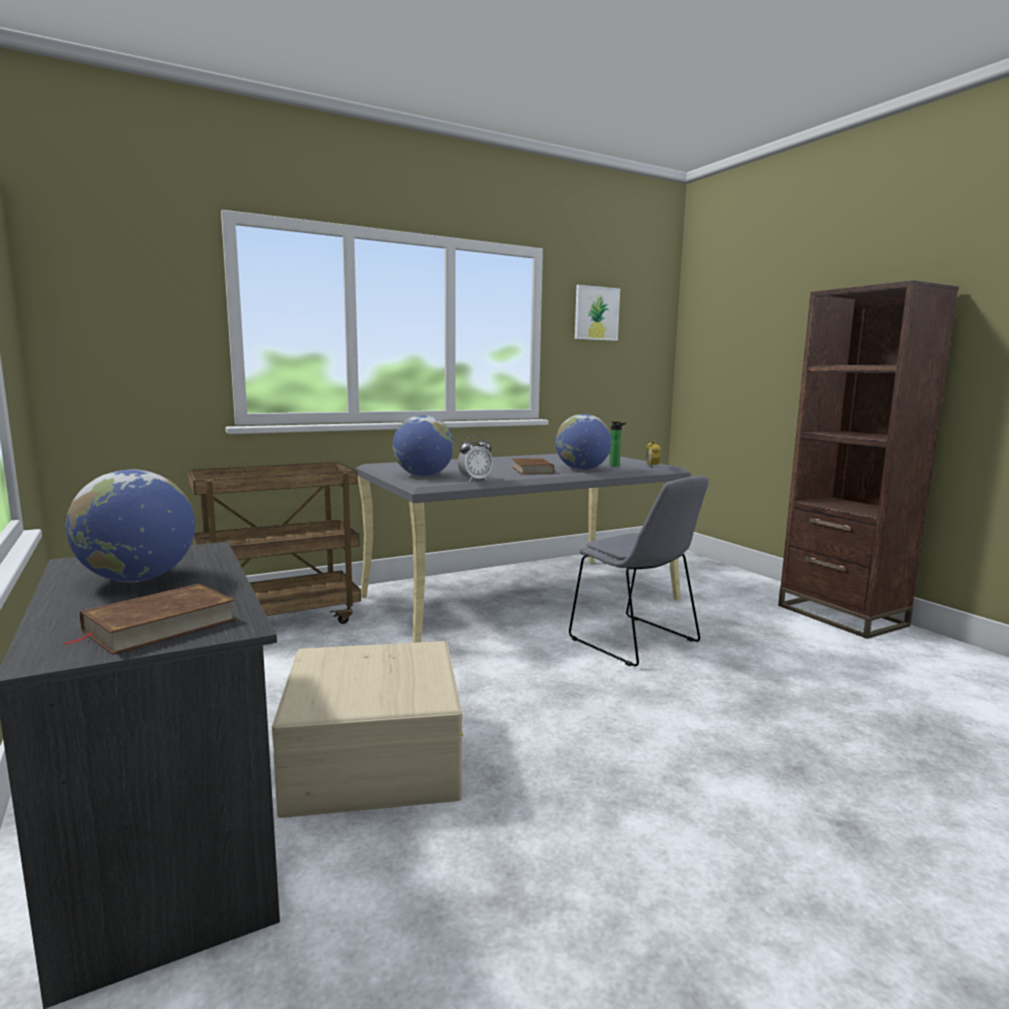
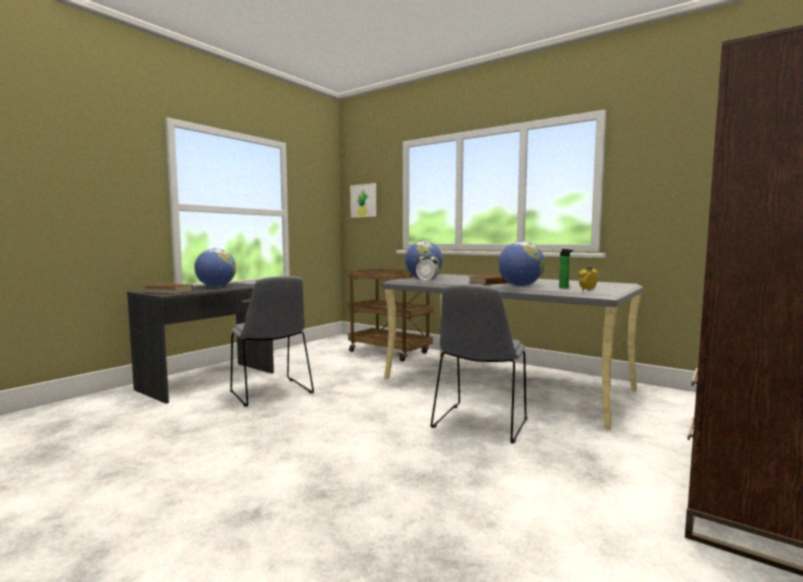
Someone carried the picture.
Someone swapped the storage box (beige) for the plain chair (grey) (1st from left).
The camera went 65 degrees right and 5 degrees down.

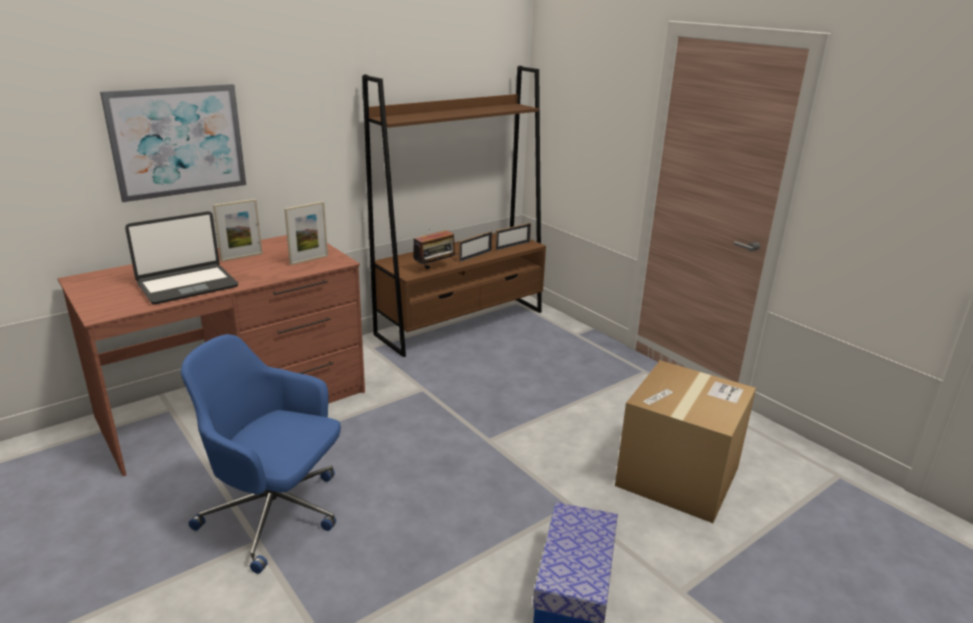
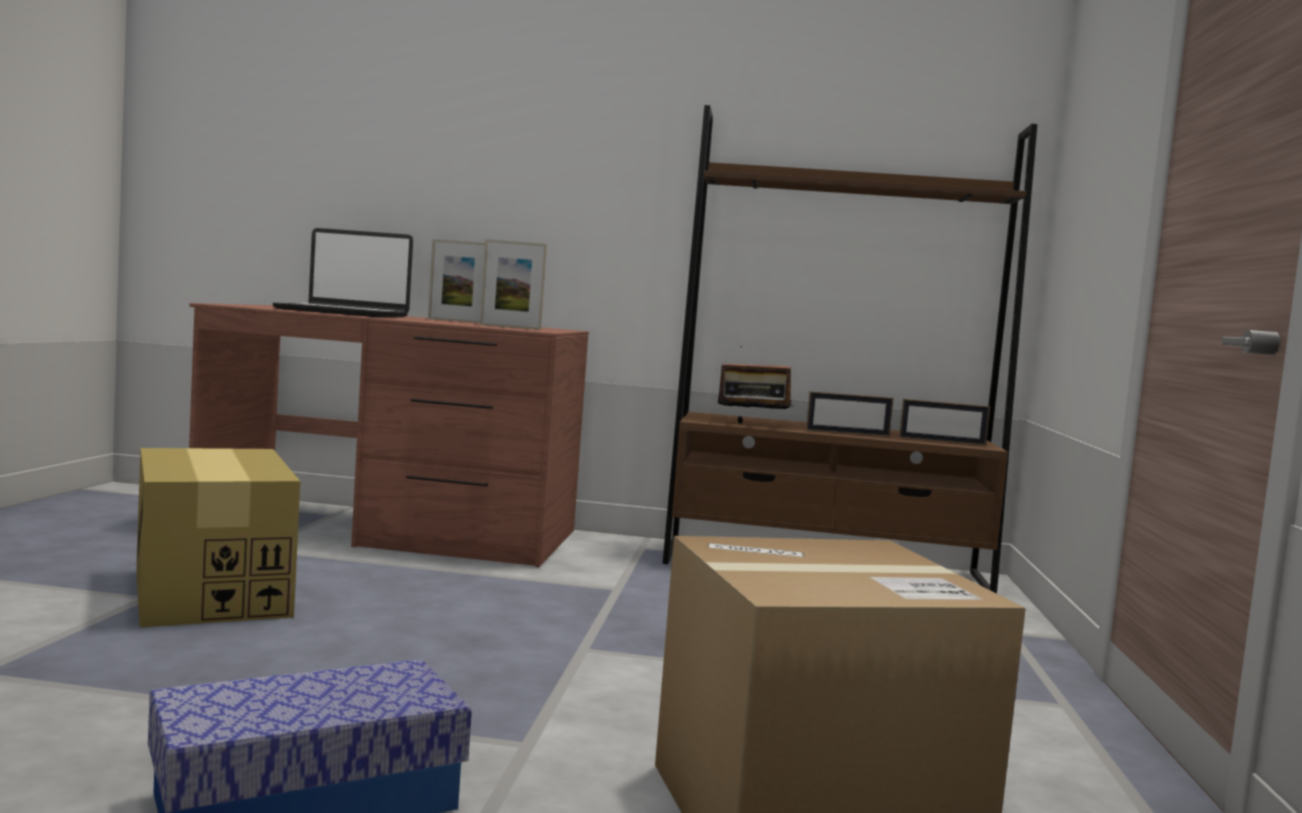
Someone took away the picture.
Someone swapped the computer chair (blue-coloured) for the packing box (1st from left).
The camera went 45 degrees right and 20 degrees down.

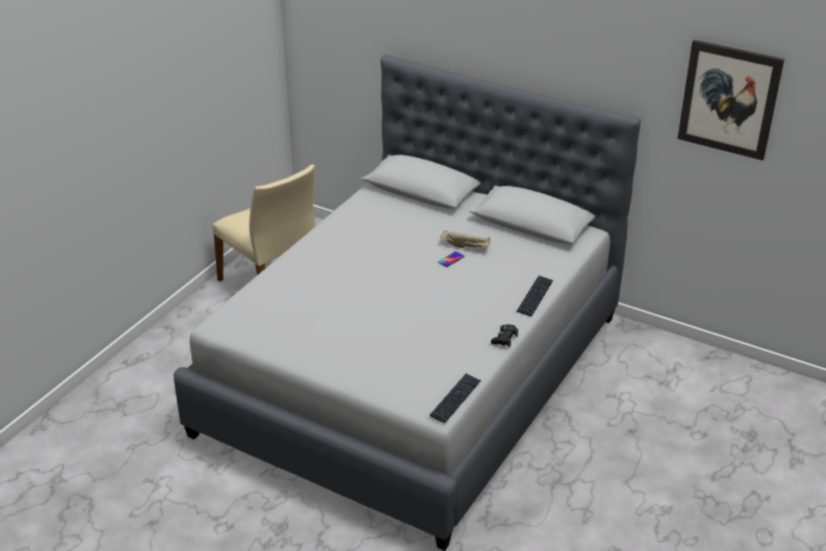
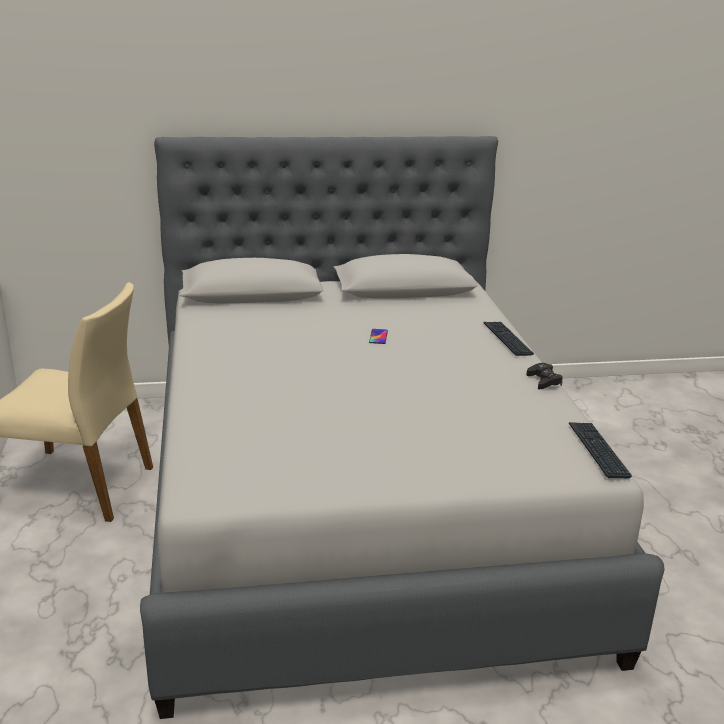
Someone took away the picture.
Someone took away the serving tray (beige).
The camera went 40 degrees left and 10 degrees down.

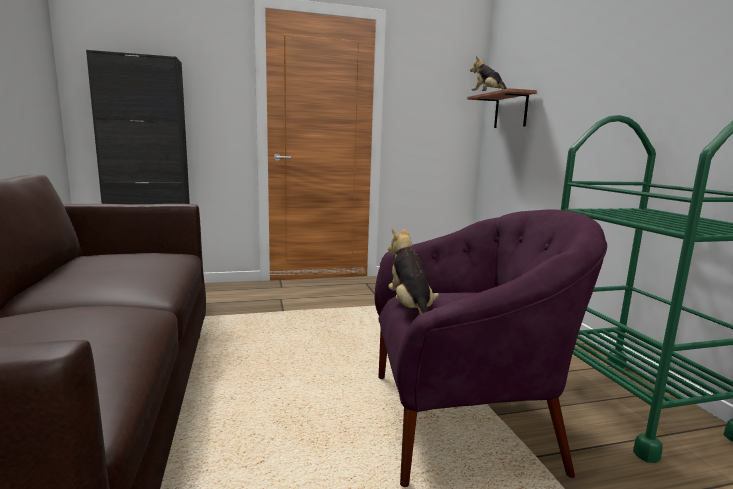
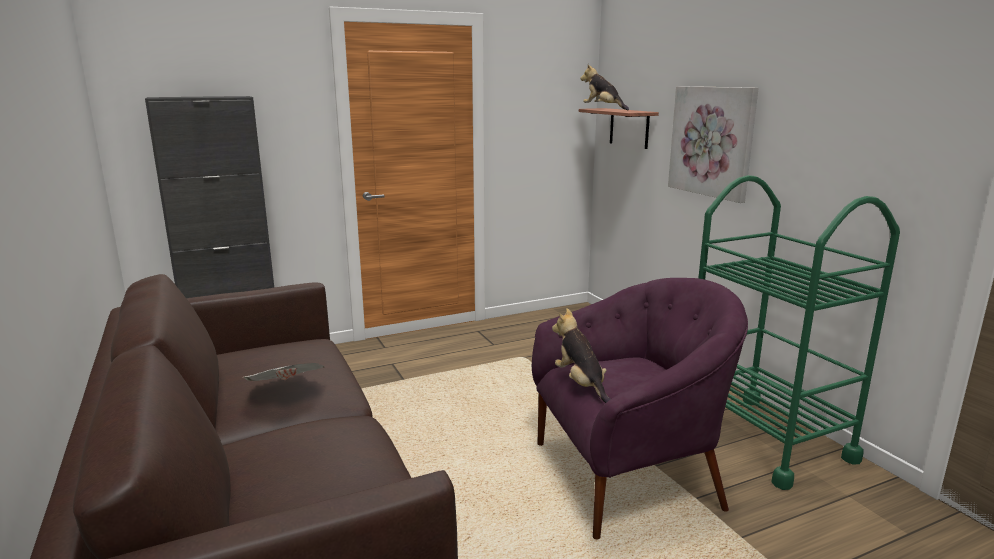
Someone put up the picture.
Someone put down the printed paper.
The camera went 10 degrees left and 5 degrees up.

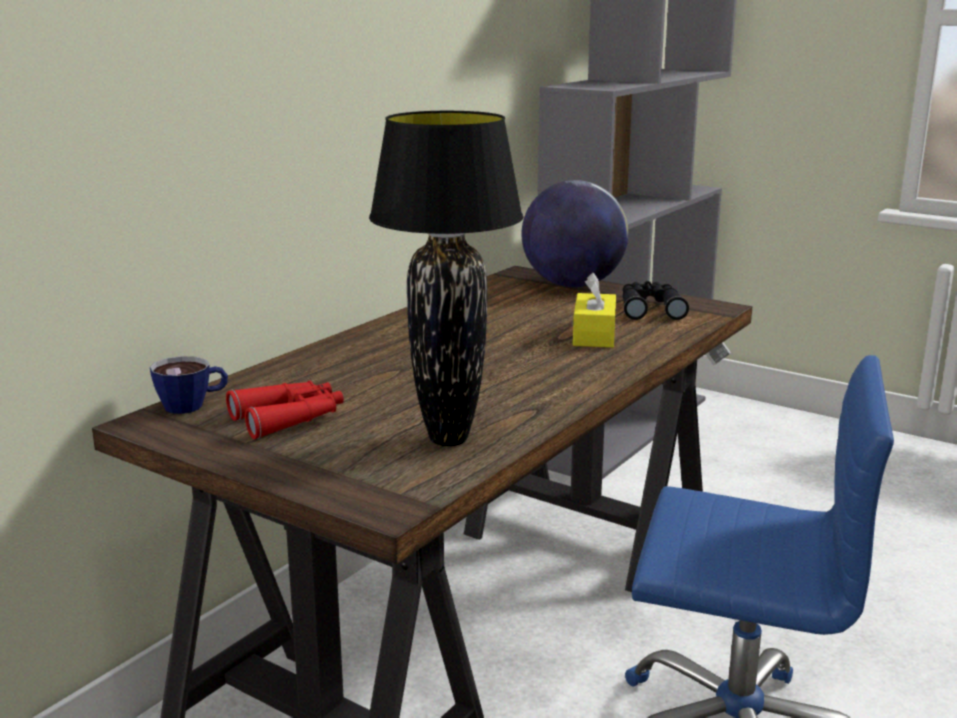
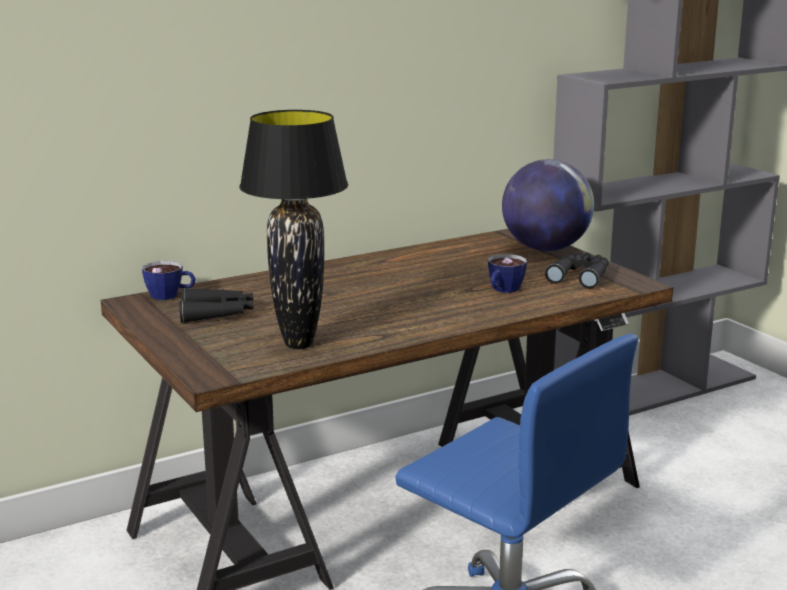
Someone swapped the tissue box (yellow) for the cup (2nd from left).
Someone repainted the field glasses (red-coloured), which became the field glasses (black) (1st from left).
The camera went 25 degrees right and 0 degrees up.

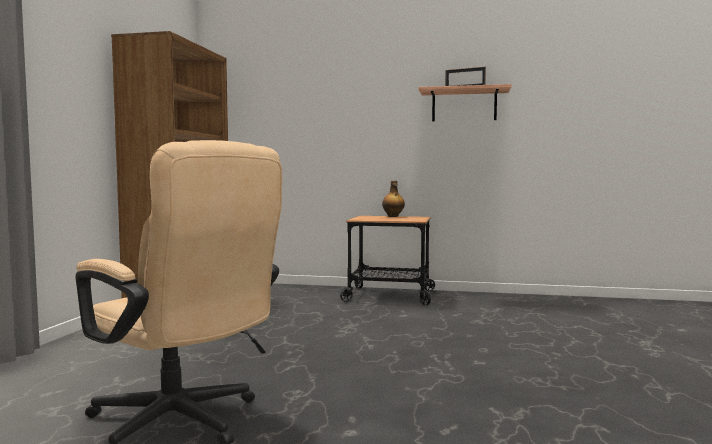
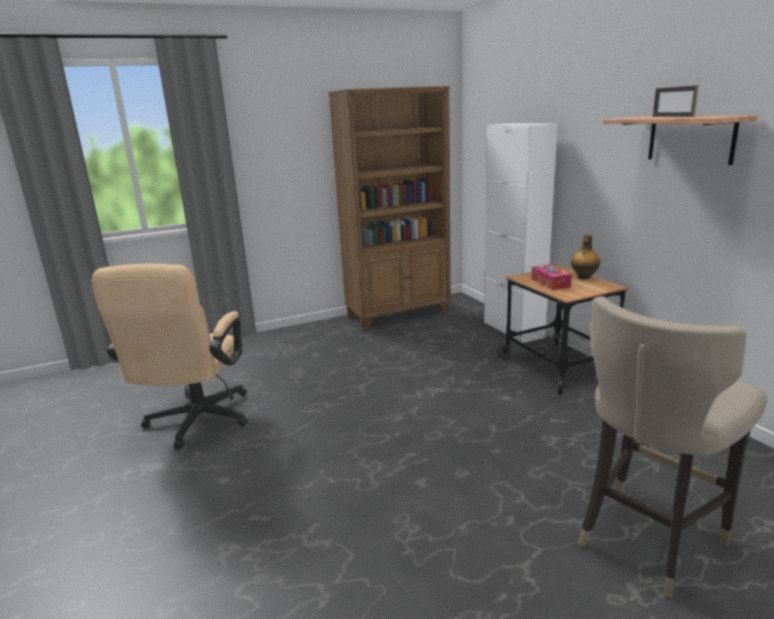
Someone put down the cupboard (white).
Someone put down the tissue box.
Someone put down the stool (beige).
The camera went 55 degrees right and 15 degrees up.

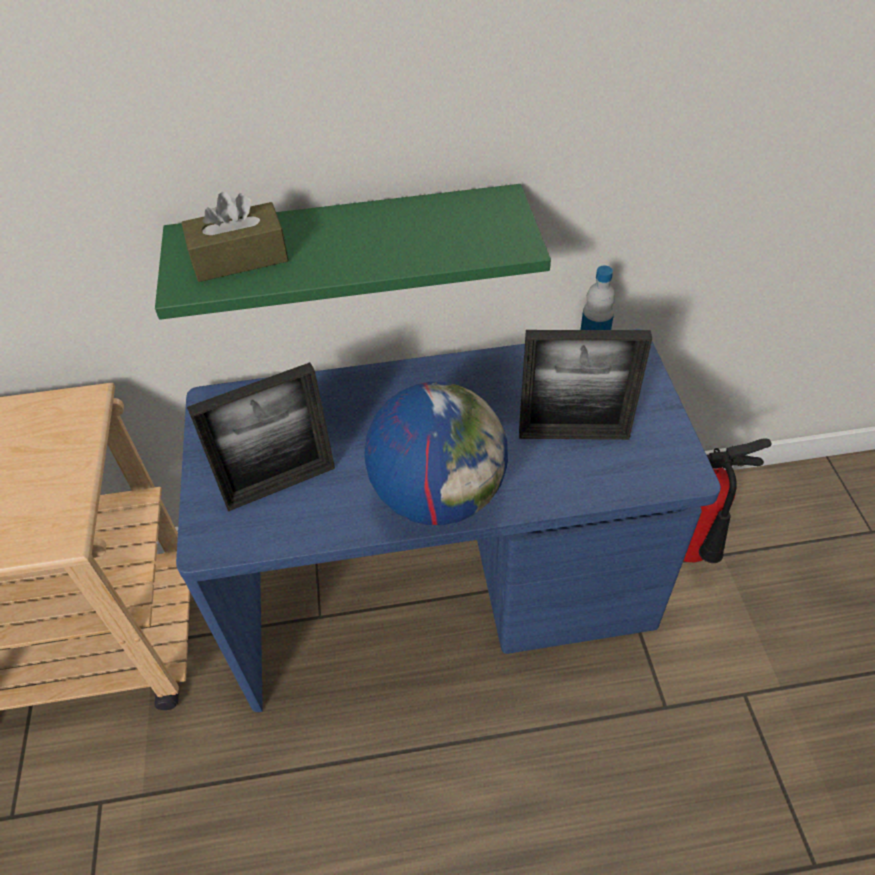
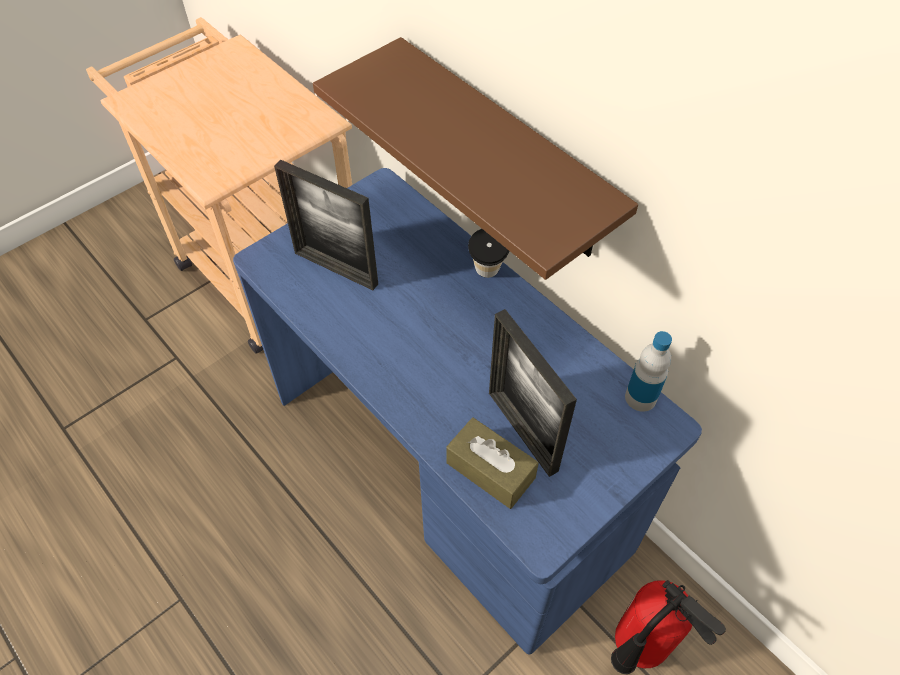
Someone repainted the bracket shelf (greenish), which became the bracket shelf (brown-coloured).
Someone carried the tissue box (brown-coloured).
Someone took away the desk globe.
Someone put down the cup.
The camera went 55 degrees right and 5 degrees up.

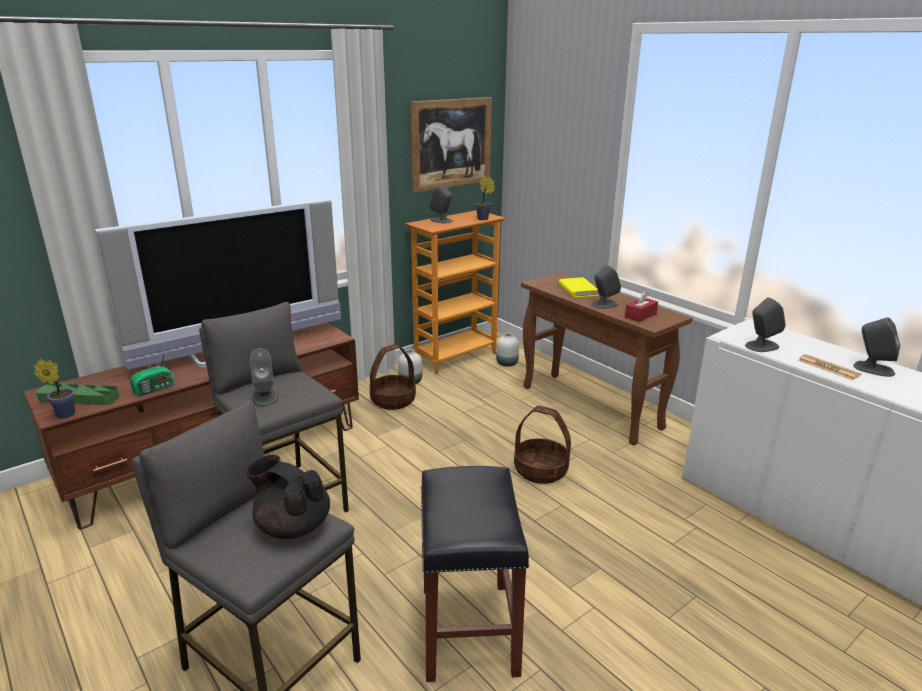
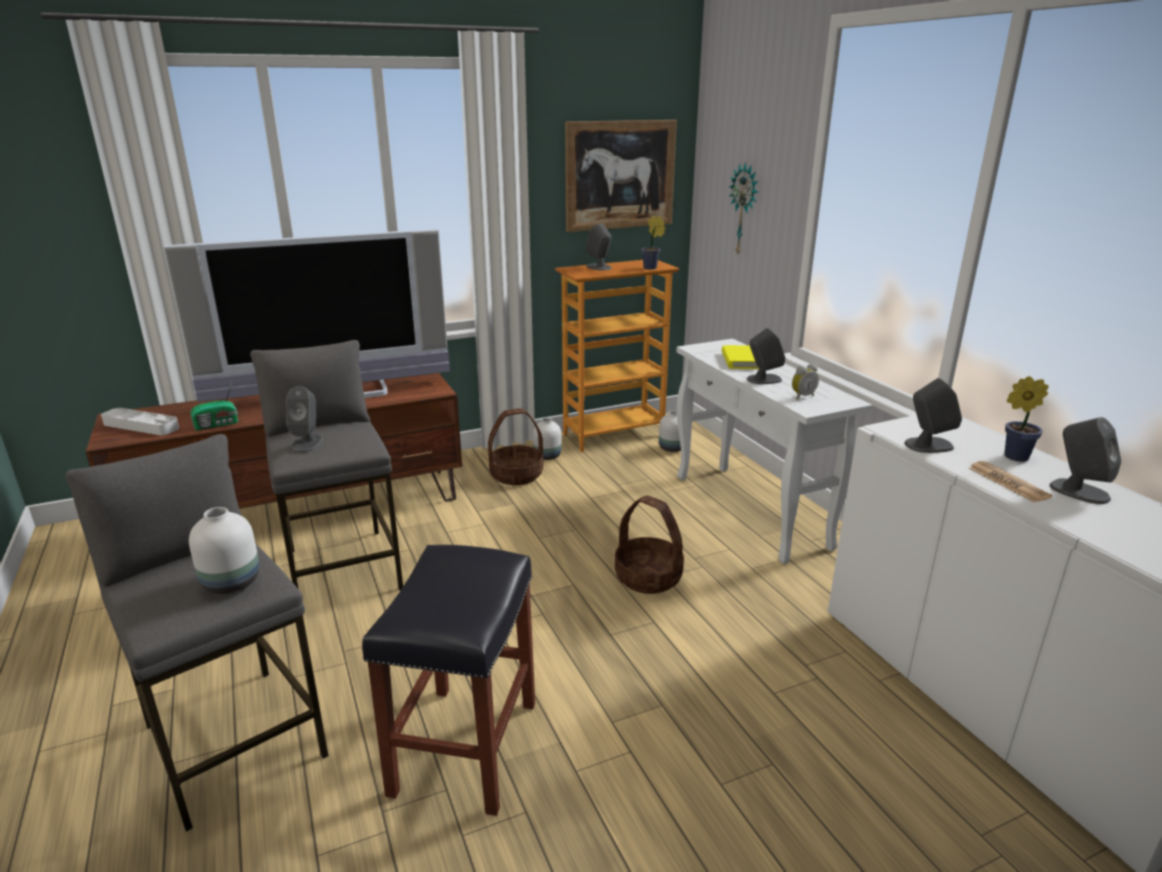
Someone repainted the console table (brown-coloured), which became the console table (white).
Someone swapped the tissue box (red-coloured) for the table clock.
Someone carried the potted plant (1st from left in the first image).
Someone repainted the serving tray (greenish), which became the serving tray (grey).
Someone swapped the pot for tea (black) for the vase (white) (1st from left).
Someone put up the hanging clock.
The camera went 15 degrees right and 0 degrees up.

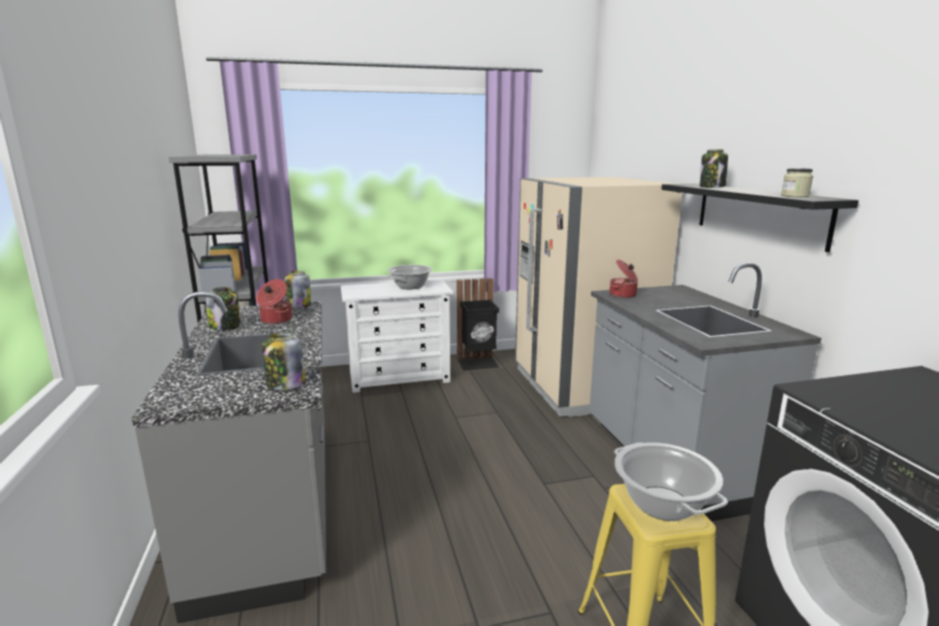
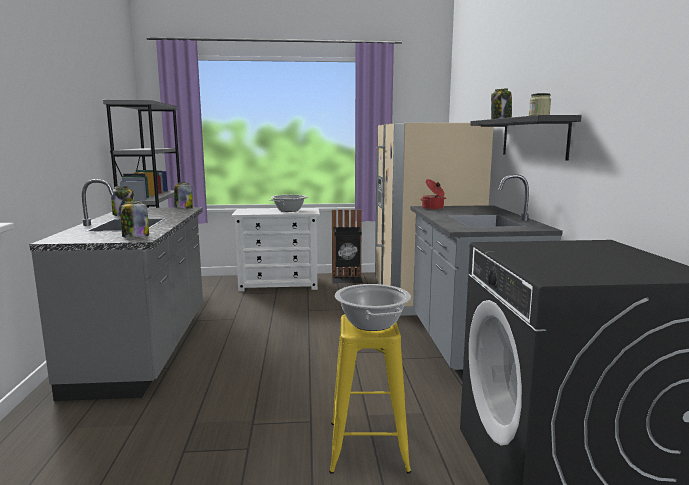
Someone took away the cooking pot (1st from left).
The camera went 10 degrees right and 5 degrees down.

